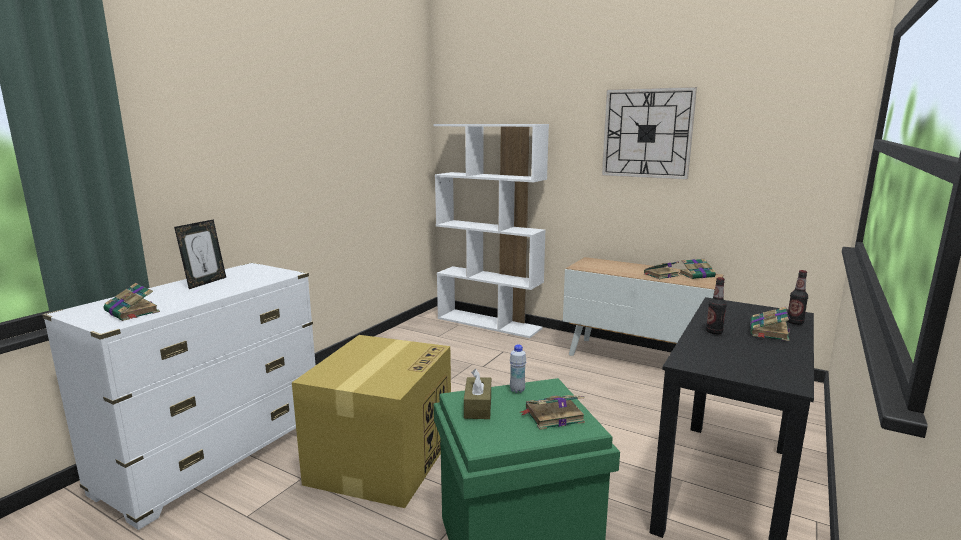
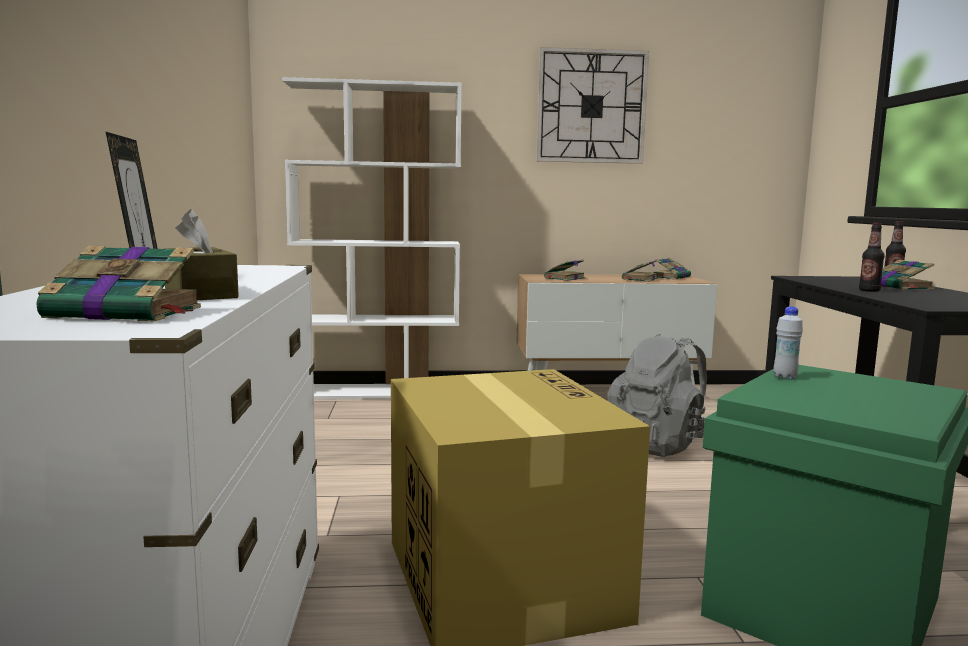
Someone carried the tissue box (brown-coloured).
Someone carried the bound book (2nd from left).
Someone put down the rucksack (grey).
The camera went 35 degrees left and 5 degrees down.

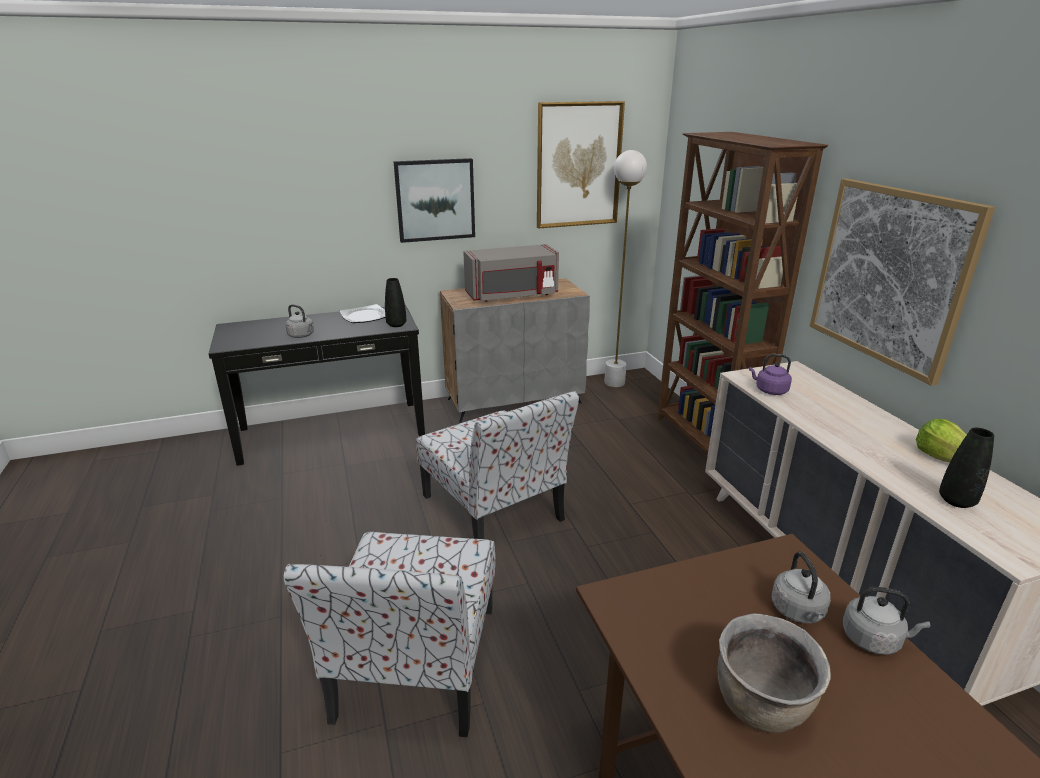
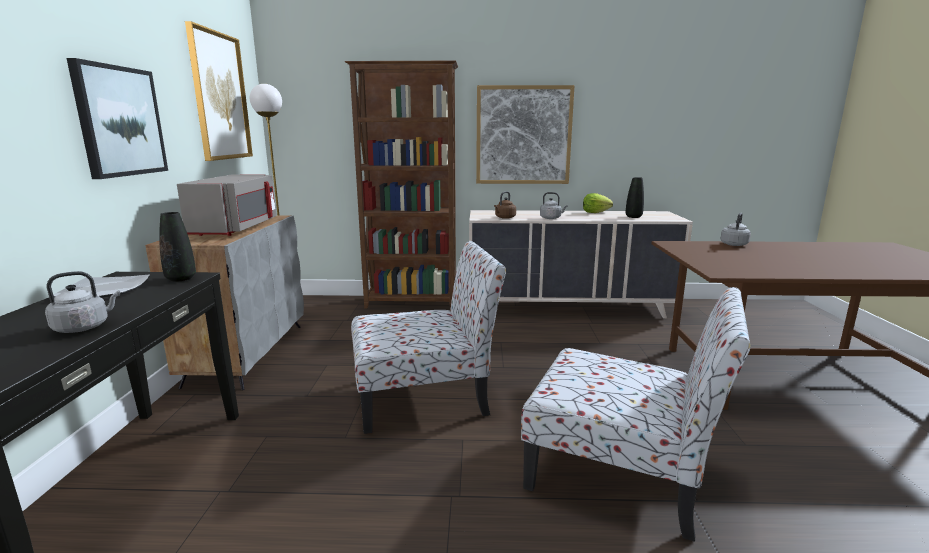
Someone repainted the tea kettle (purplish), which became the tea kettle (brown-coloured).
Someone carried the tea kettle (grey) (2nd from left).
Someone took away the cooking pot (brown-coloured).
The camera went 70 degrees left and 10 degrees down.

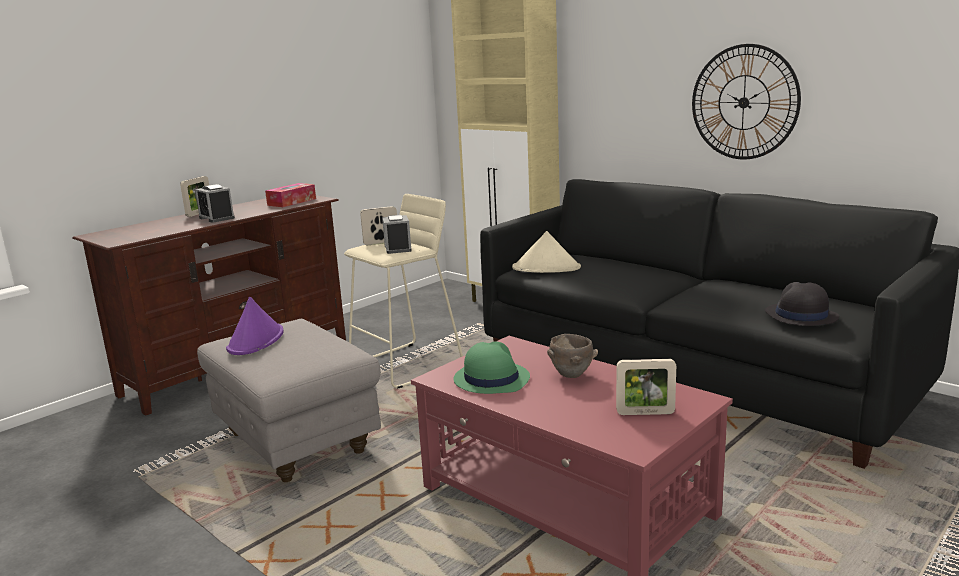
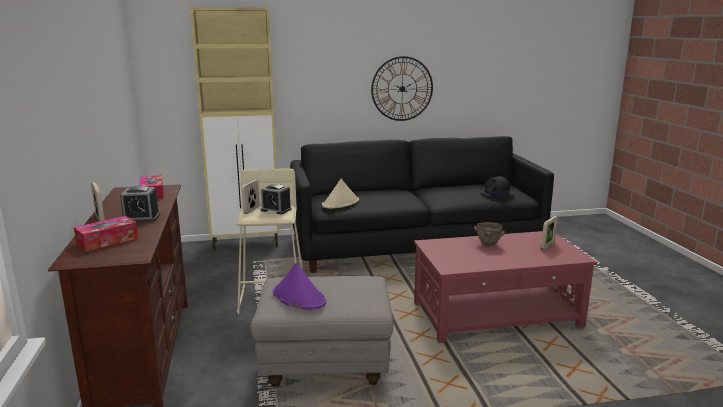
Someone took away the hat (greenish).
Someone put down the tissue box (1st from left).
The camera went 55 degrees left and 0 degrees up.

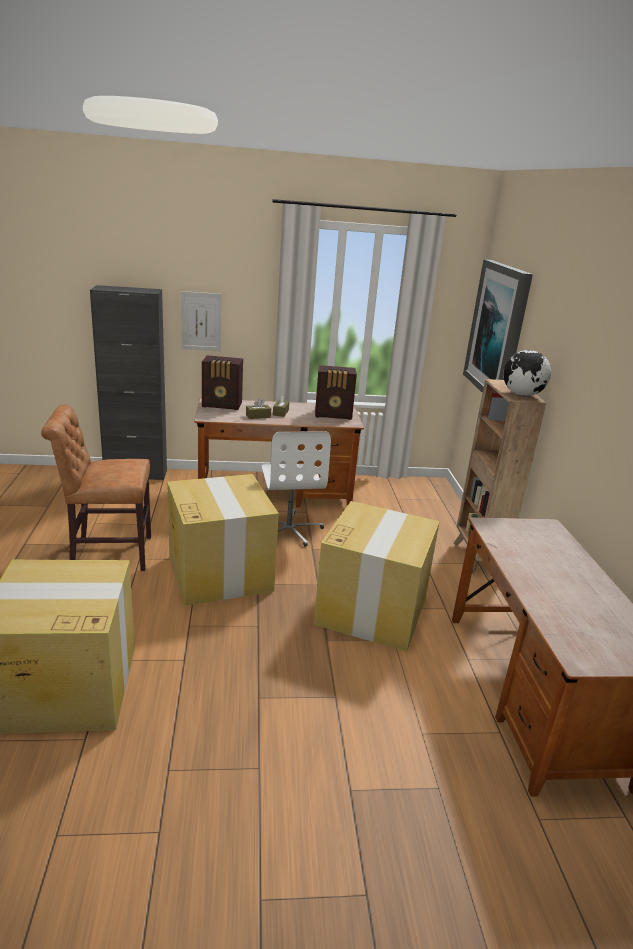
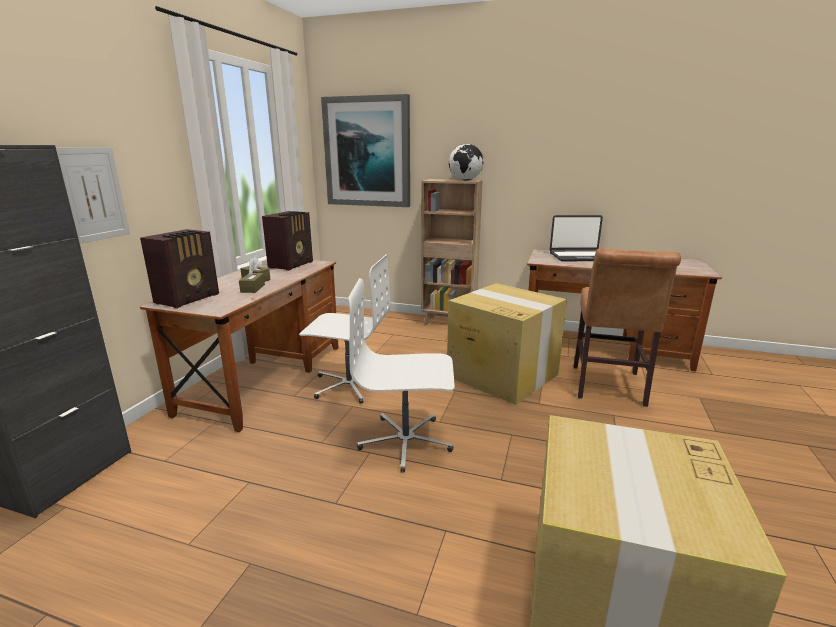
Someone carried the plain chair (brown-coloured).
Someone swapped the packing box (2nd from left) for the computer chair (white) (2nd from left).
Someone put down the laptop.
The camera went 65 degrees left and 5 degrees down.

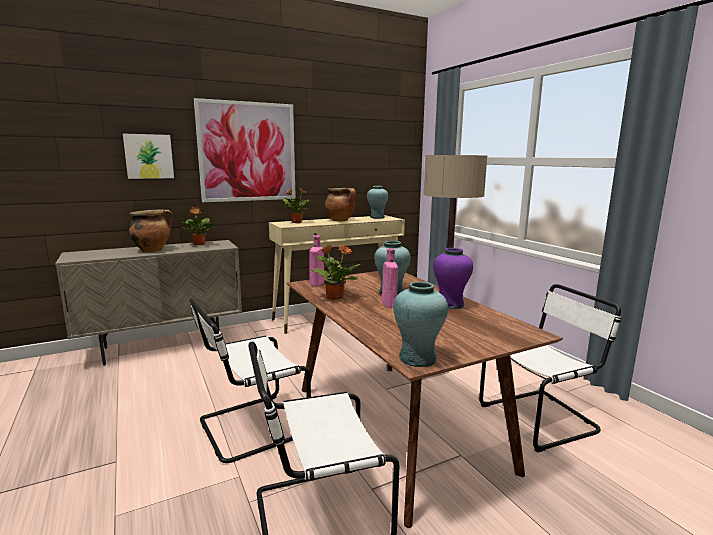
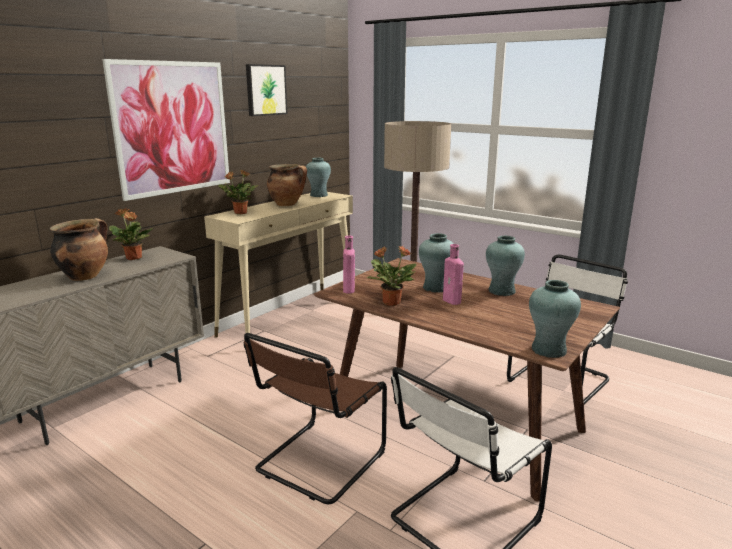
Someone carried the picture (1st from left in the first image).
Someone repainted the vase (purplish), which became the vase (turquoise-coloured) (3rd from left).
Someone repainted the plain chair (white) (1st from left), which became the plain chair (brown-coloured).
The camera went 25 degrees left and 5 degrees up.

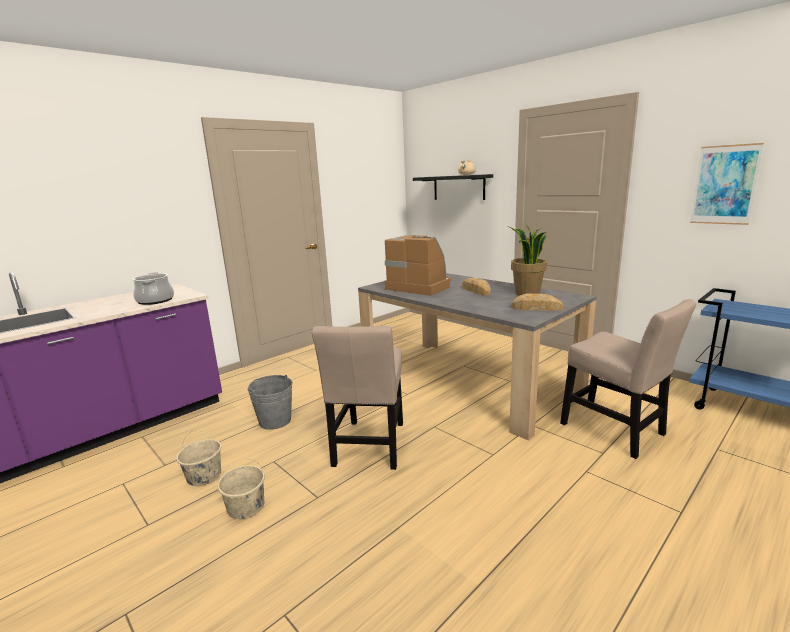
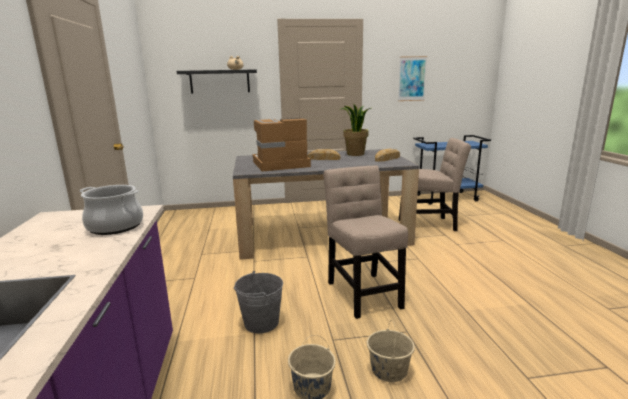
Someone rotated the plain chair (beige) (1st from left) by 150 degrees counterclockwise.
The camera went 55 degrees left and 0 degrees up.

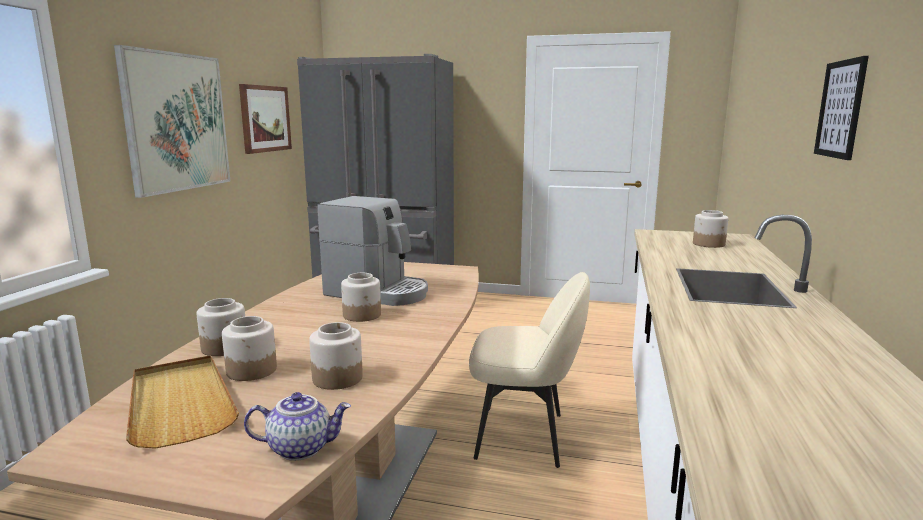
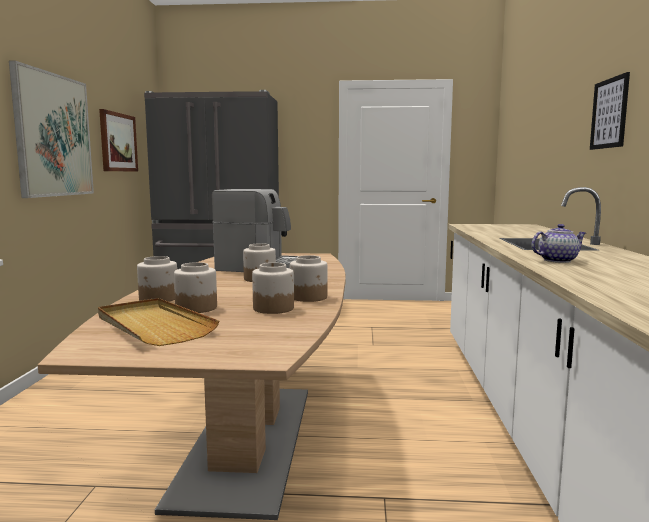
Someone carried the storage jar (5th from left).
Someone took away the plain chair (beige).
Someone carried the pot for tea.
The camera went 10 degrees left and 5 degrees down.

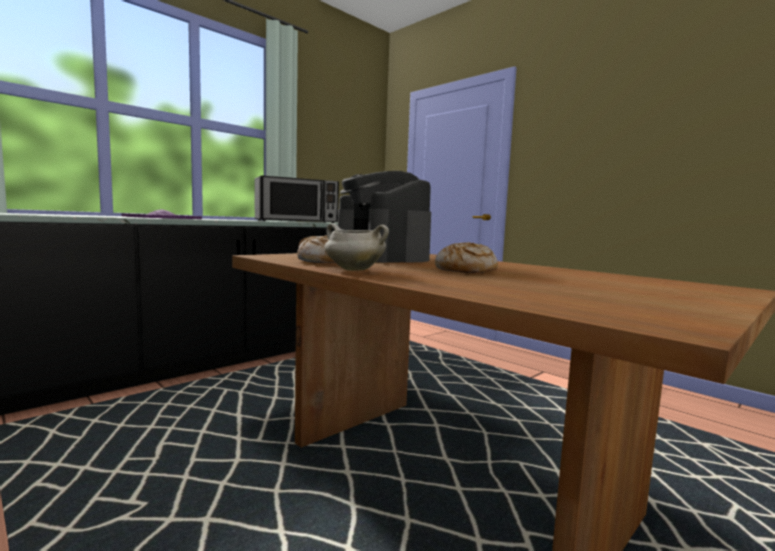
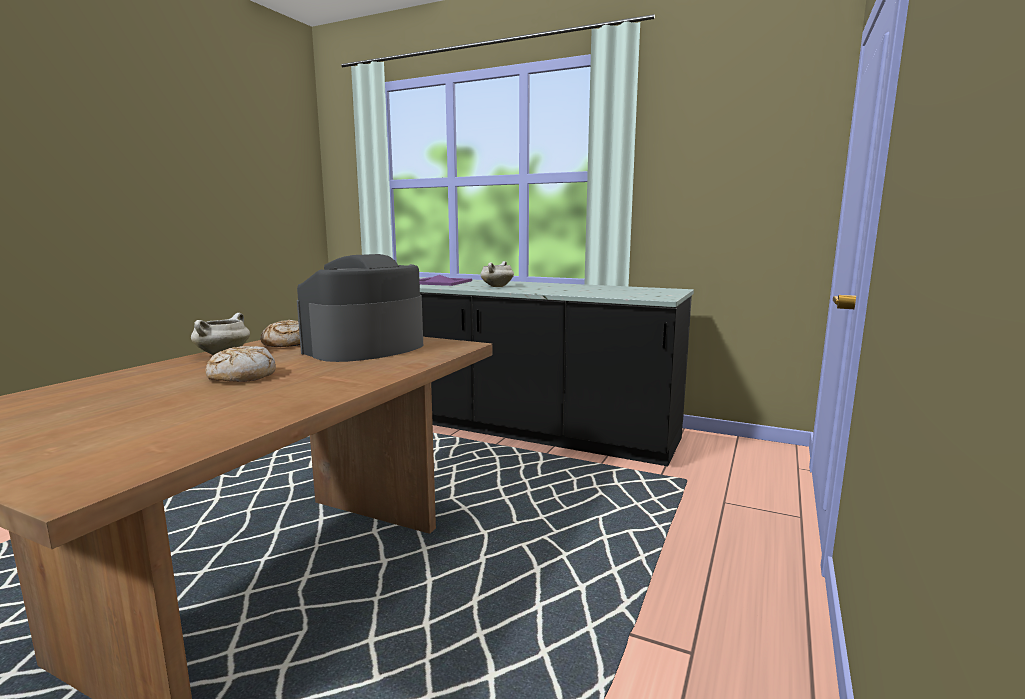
Someone took away the kitchen microwave.
Someone put down the cooking pot (white) (2nd from left).
The camera went 70 degrees right and 5 degrees up.

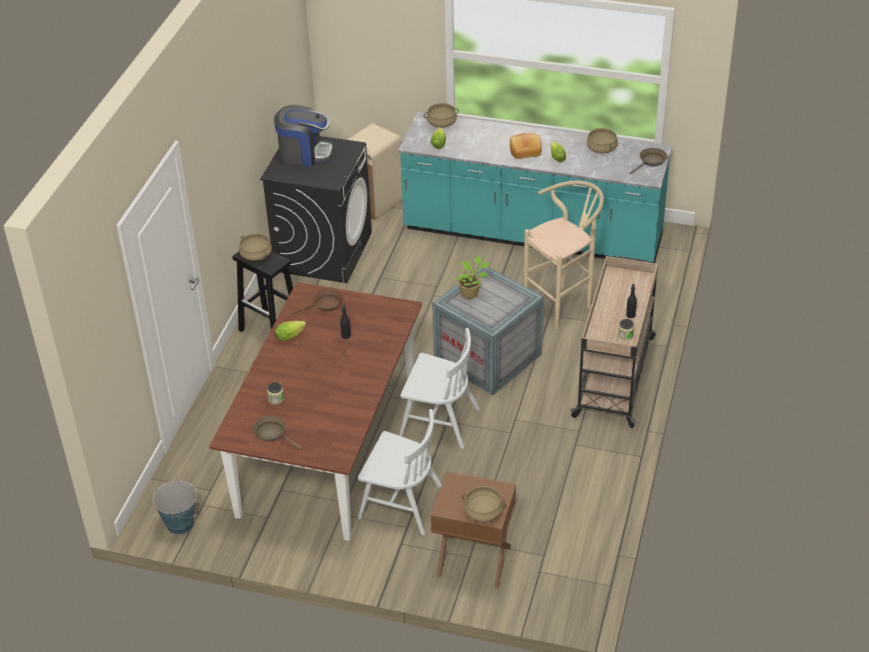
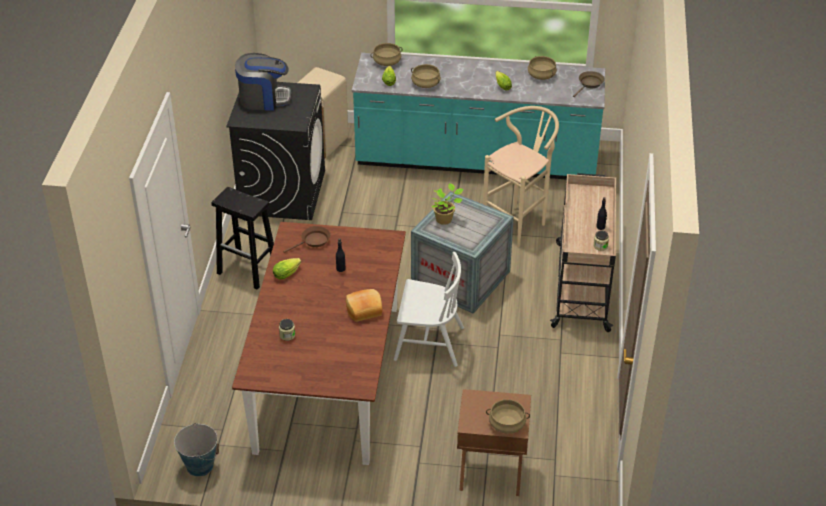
Someone carried the bakery bread.
Someone carried the cooking pot (beige) (1st from left in the first image).
Someone took away the plain chair (white) (1st from left).
Someone took away the pan (brown-coloured) (1st from left).
The camera went 10 degrees left and 0 degrees up.

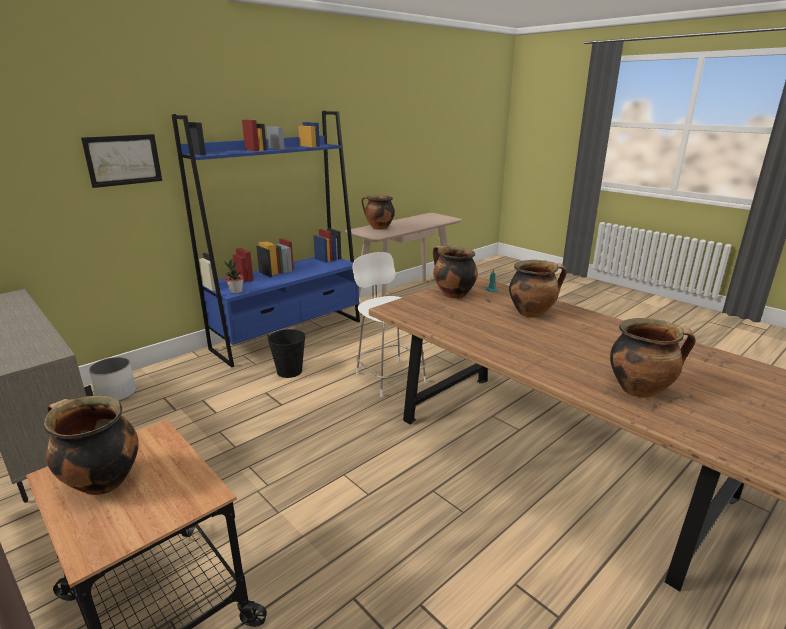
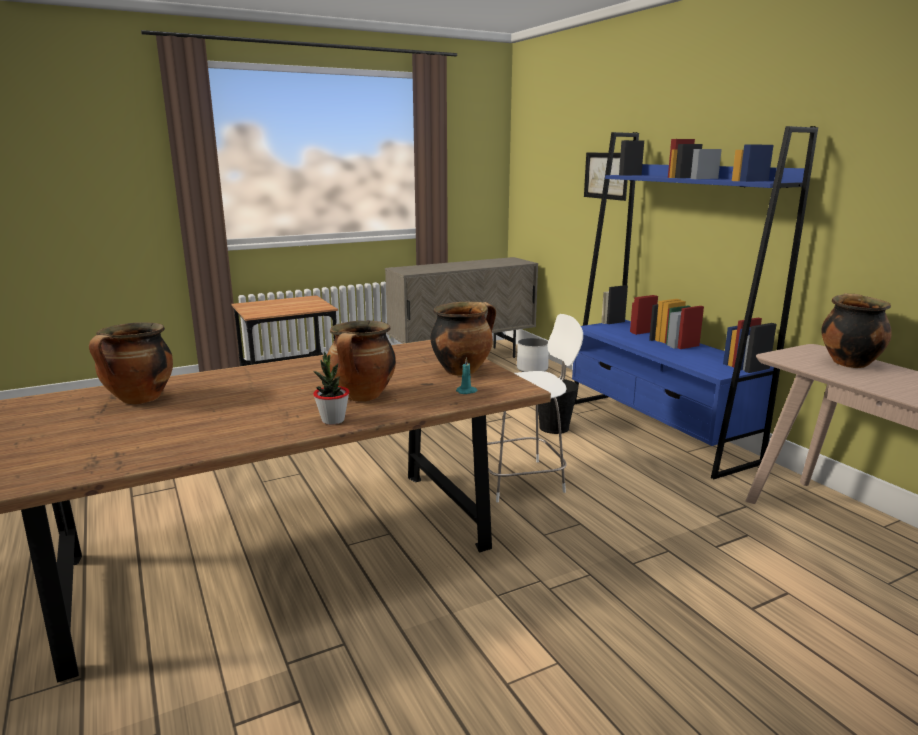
Someone carried the potted plant.
Someone took away the cooking pot (1st from left).
The camera went 105 degrees right and 5 degrees down.

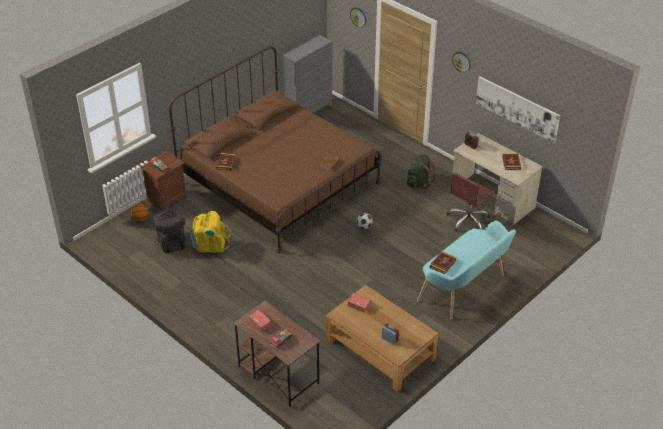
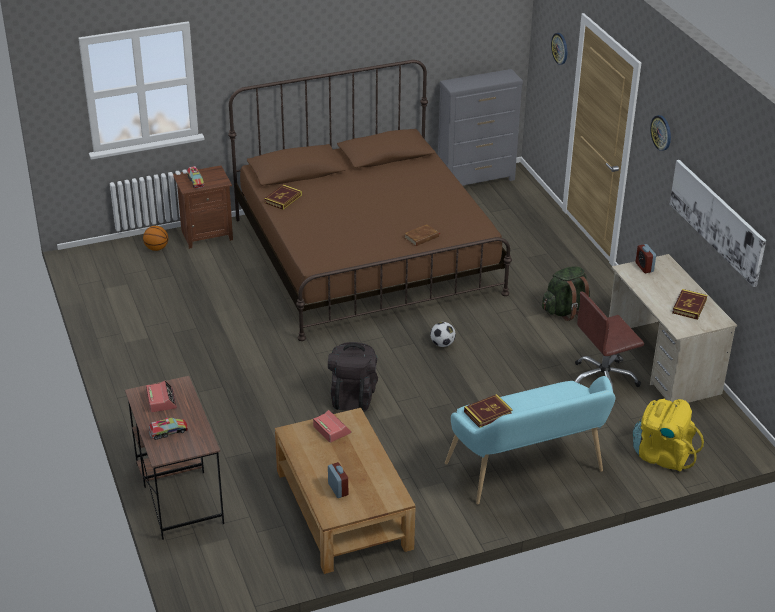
Someone carried the rucksack (black).
Someone carried the rucksack (yellow).
The camera went 25 degrees right and 5 degrees down.

